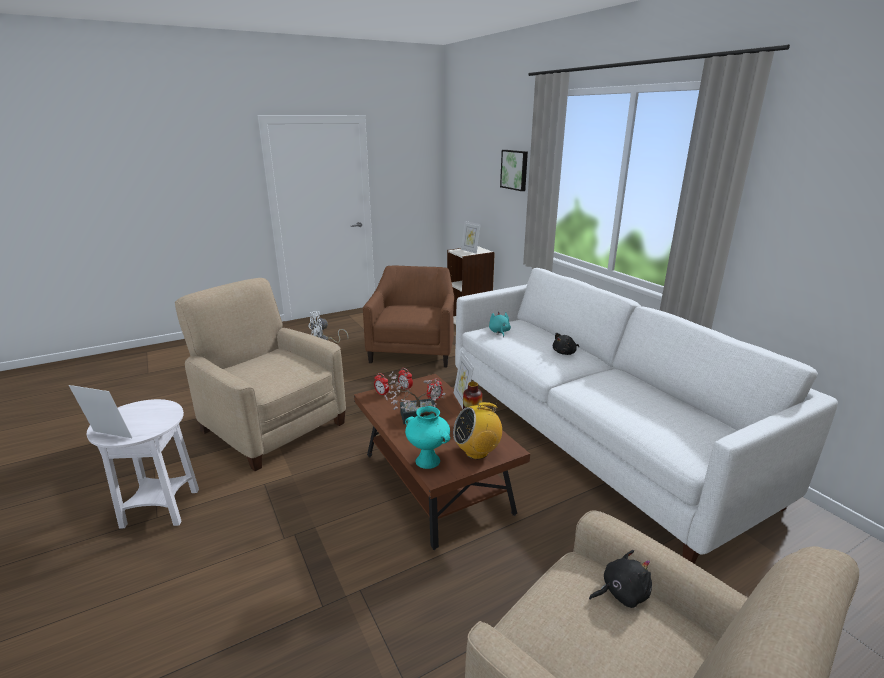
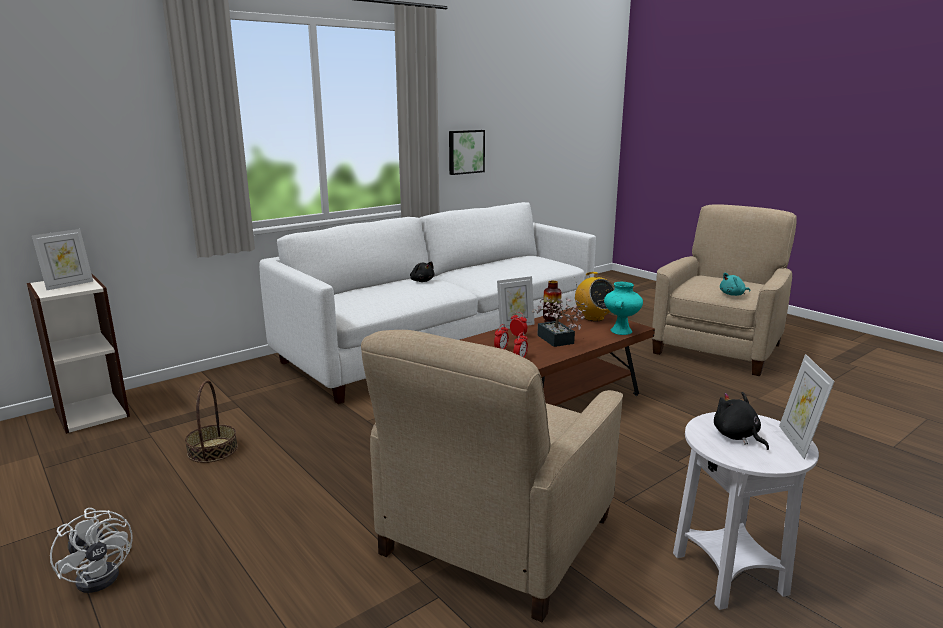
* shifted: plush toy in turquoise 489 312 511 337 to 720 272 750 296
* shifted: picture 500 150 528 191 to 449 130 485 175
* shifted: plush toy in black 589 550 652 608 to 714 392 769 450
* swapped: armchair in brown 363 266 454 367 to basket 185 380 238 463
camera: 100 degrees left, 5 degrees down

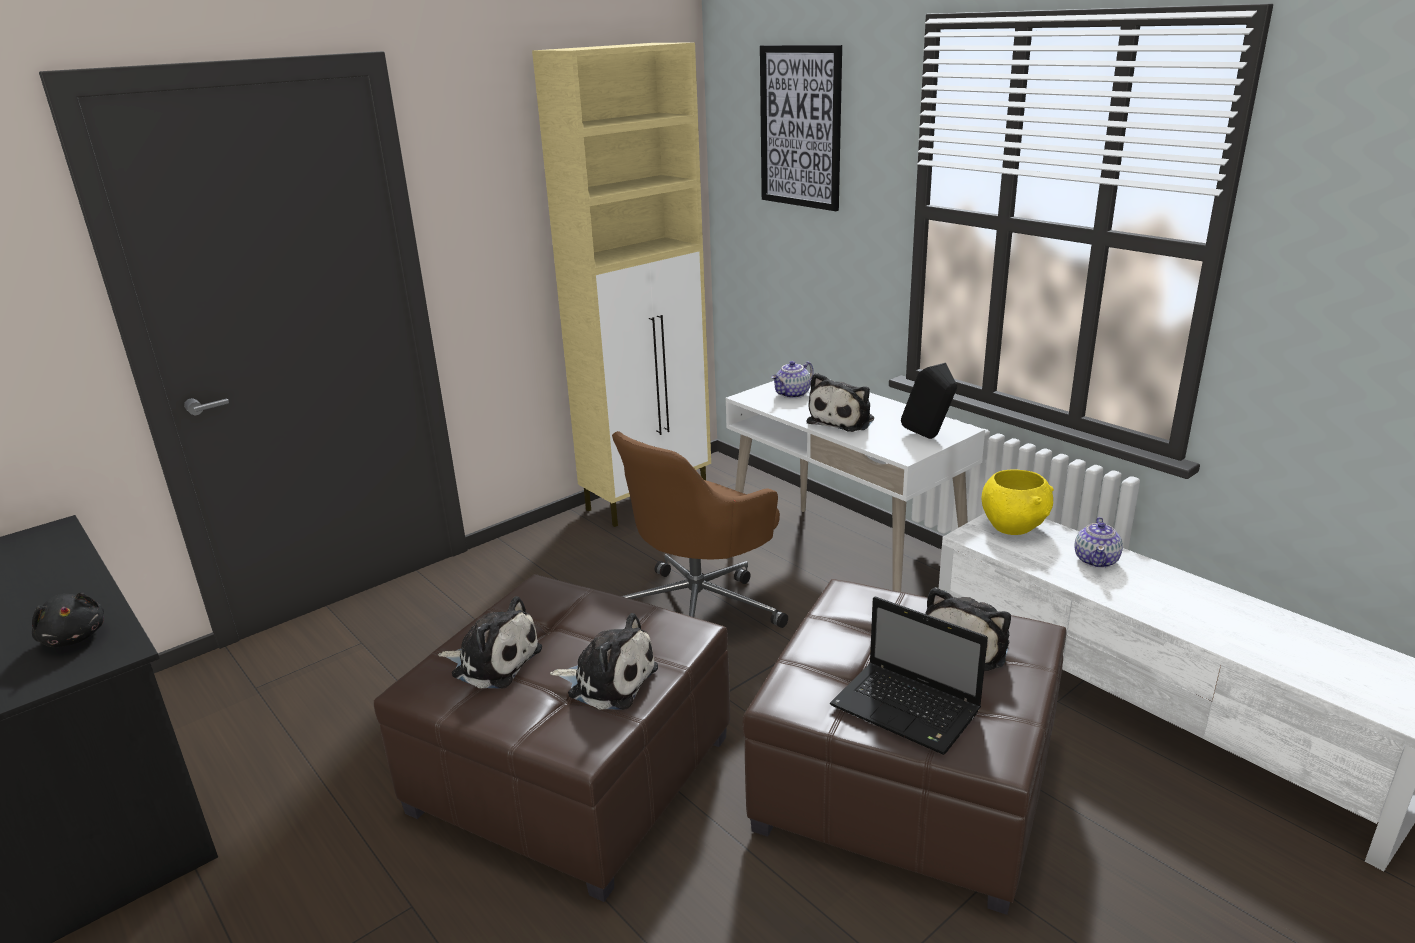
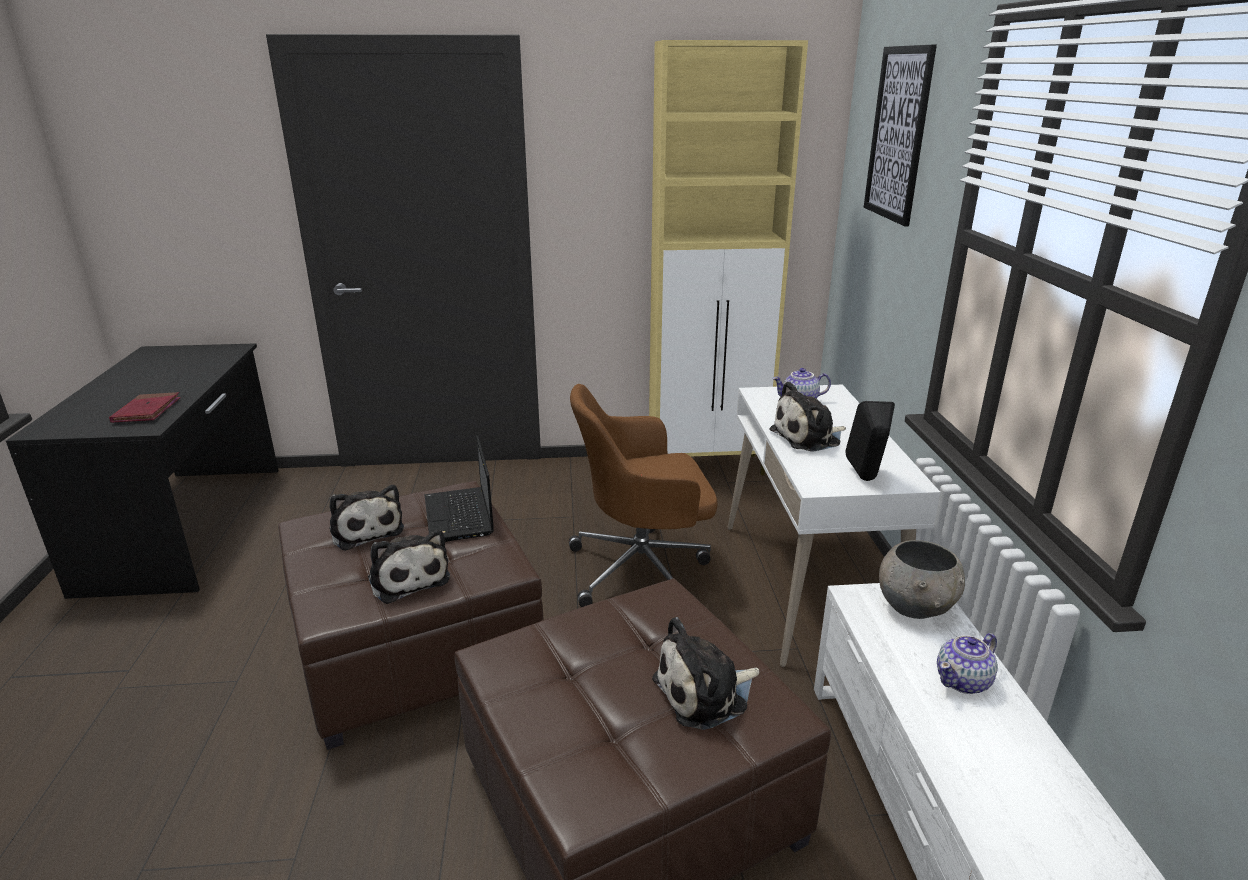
* shifted: laptop 830 596 988 755 to 424 436 494 542
* swapped: plush toy in black 32 592 104 647 to book in red 109 392 181 423
* repainted: bowl in yellow 981 469 1054 535 to bowl in grey 879 540 965 619
camera: 35 degrees right, 0 degrees up

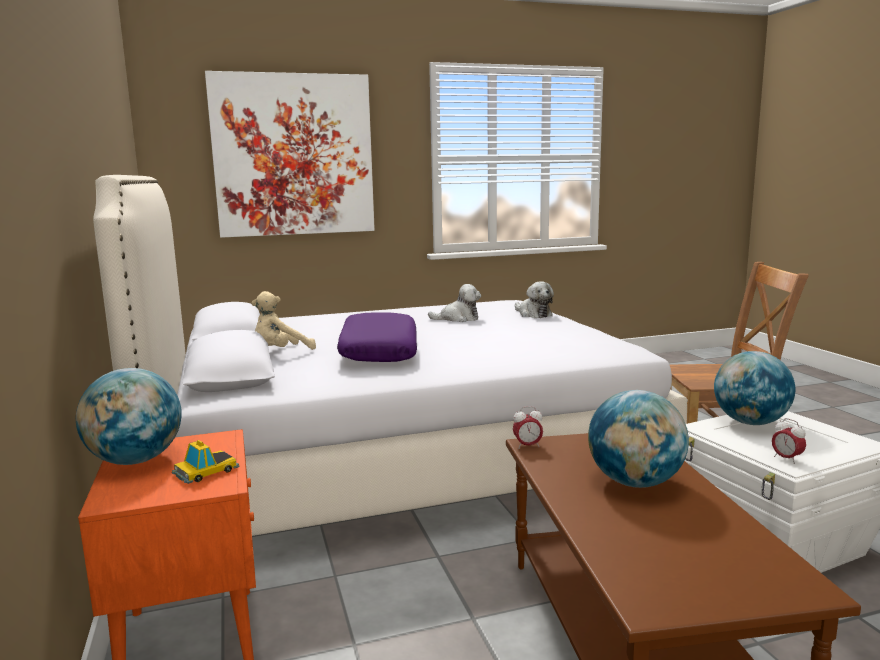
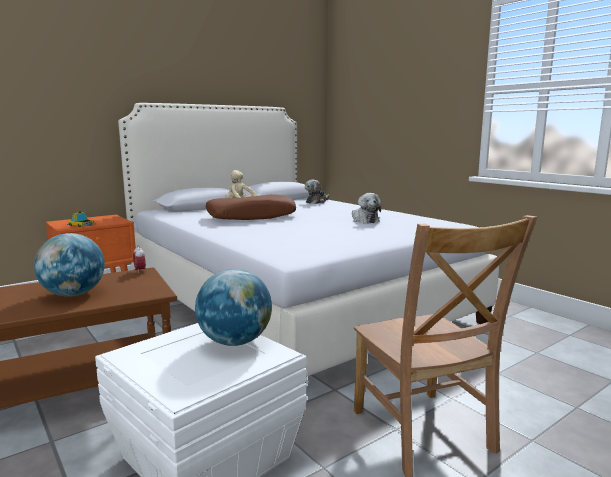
* gone: globe 76 368 182 465
* gone: picture 205 71 375 238
* gone: alarm clock 772 418 806 464
* shifted: plush toy 515 282 554 318 to 305 180 329 204
* repainted: pillow in purple 337 312 417 362 to pillow in brown 206 194 296 220
camera: 70 degrees right, 0 degrees up

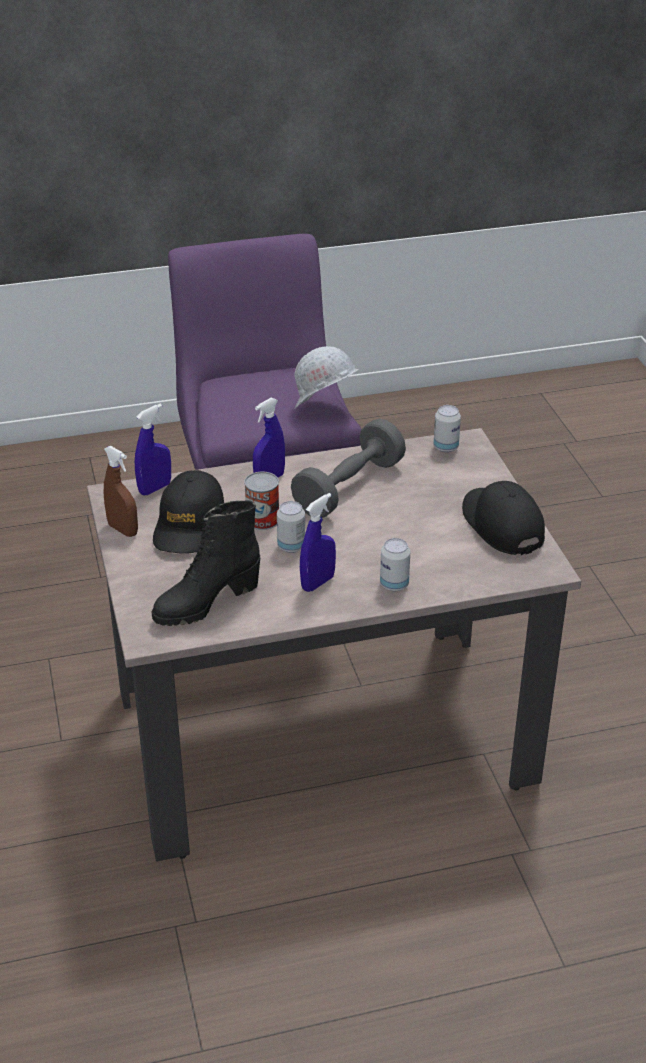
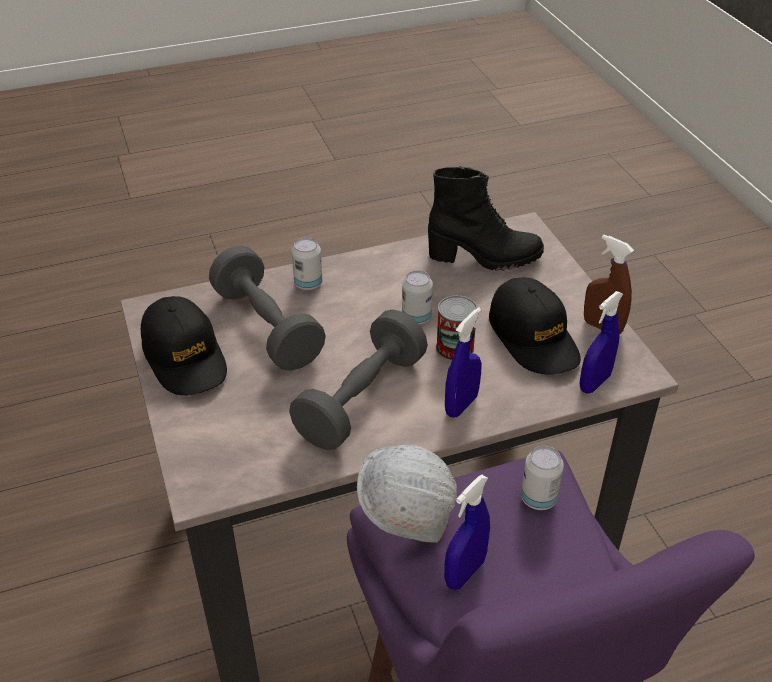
* new: dumbbell in grey 209 246 326 371
* shifted: spray bottle in blue 300 493 336 592 to 444 475 490 590
* shifted: can 433 405 461 453 to 521 446 564 510
* rotated: boot in black 152 501 260 626 = 428 166 544 271 45 degrees clockwise
* rotated: cap in black 153 470 224 554 = 489 278 581 375 150 degrees clockwise
camera: 175 degrees right, 5 degrees up

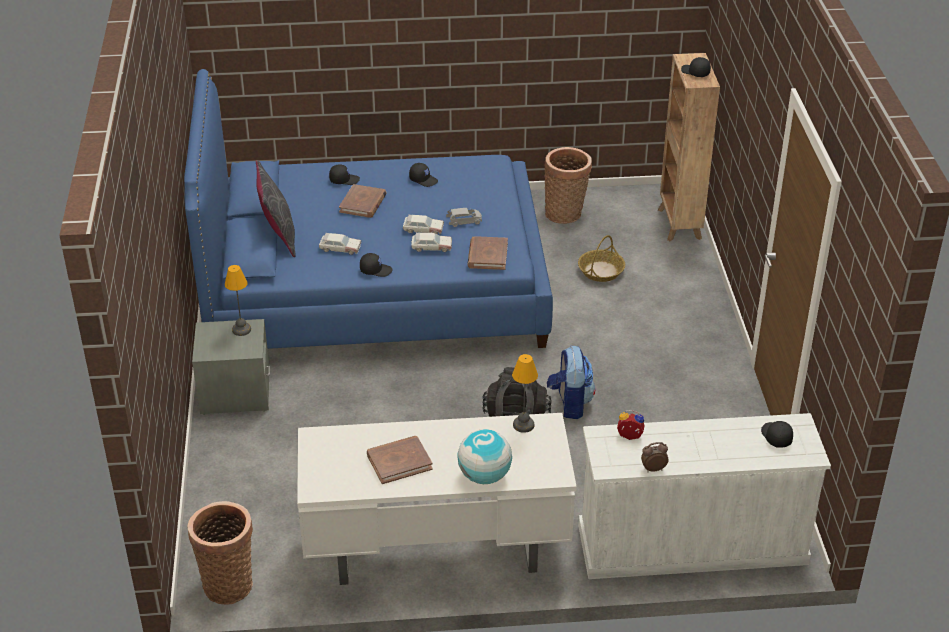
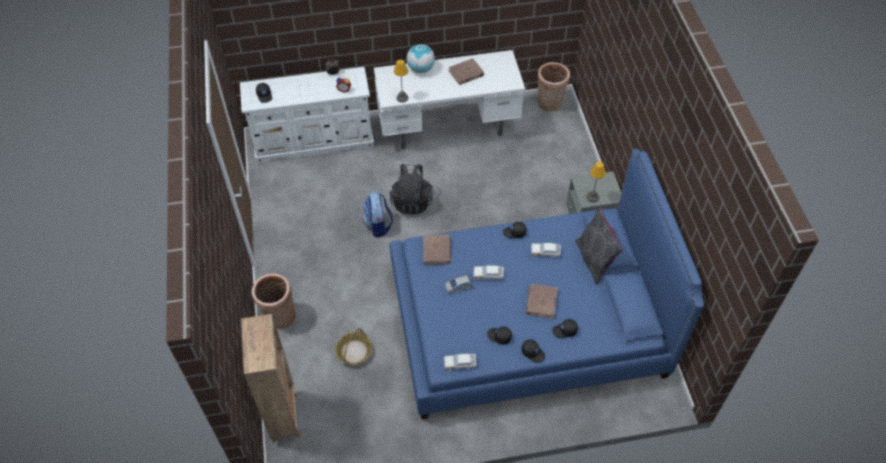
* shifted: toy car 411 233 452 252 to 444 353 477 371
* shifted: basket 544 147 592 224 to 252 273 296 329
* shifted: cap in black 681 57 711 77 to 521 339 545 363
camera: 175 degrees right, 15 degrees up

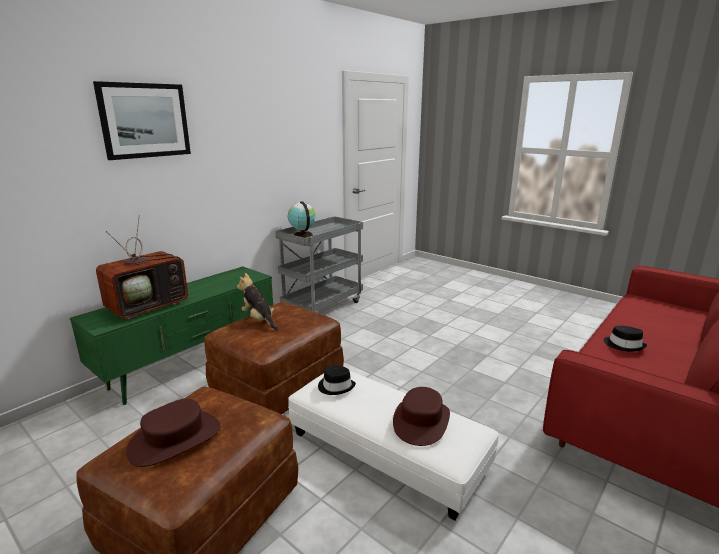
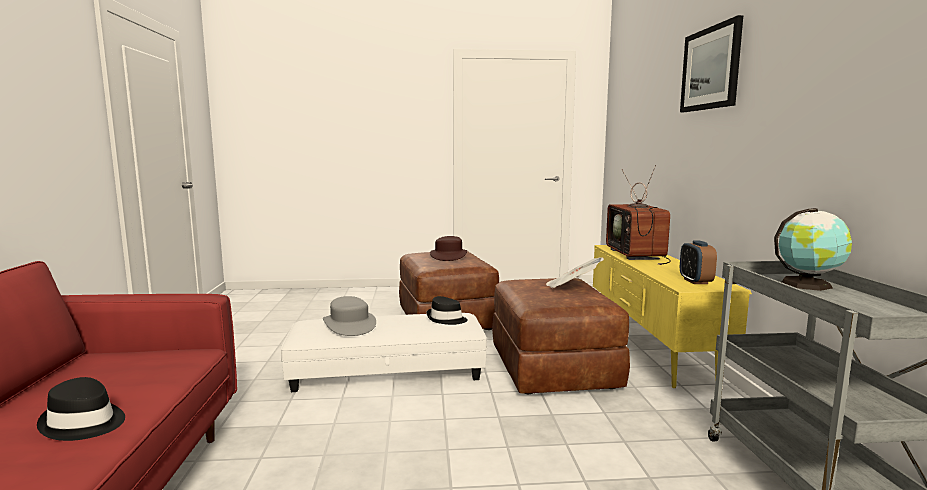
* new: alarm clock 680 240 717 284
* swapped: plush toy 237 273 279 330 to newspaper 546 257 604 288
* repainted: tv stand in green 70 266 273 405 to tv stand in yellow 593 245 752 388
* repainted: hat in brown 393 387 450 446 to hat in grey 323 296 376 336
camera: 135 degrees right, 10 degrees down

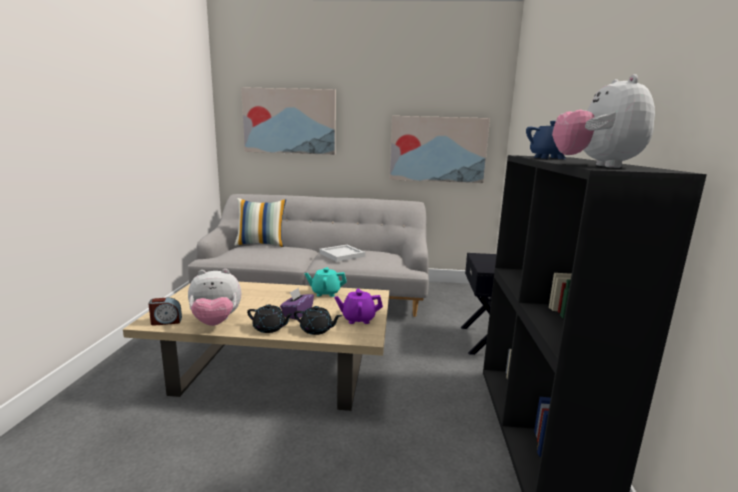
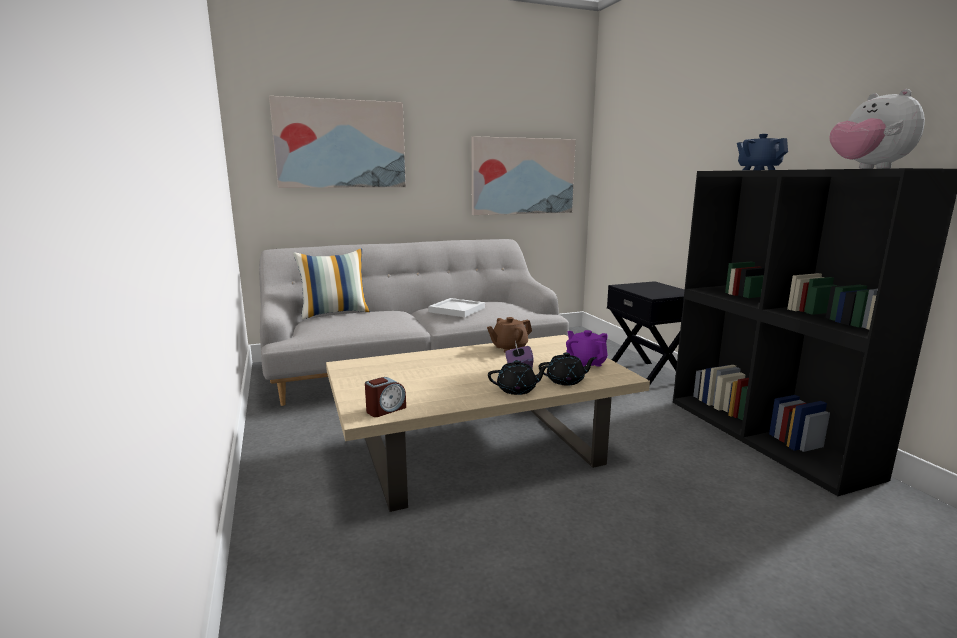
* gone: plush toy 188 269 241 326
* repainted: teapot in turquoise 305 267 347 297 to teapot in brown 487 317 532 352
* rotated: teapot in purple 335 288 383 324 = 566 330 608 367 90 degrees clockwise
camera: 25 degrees left, 0 degrees up

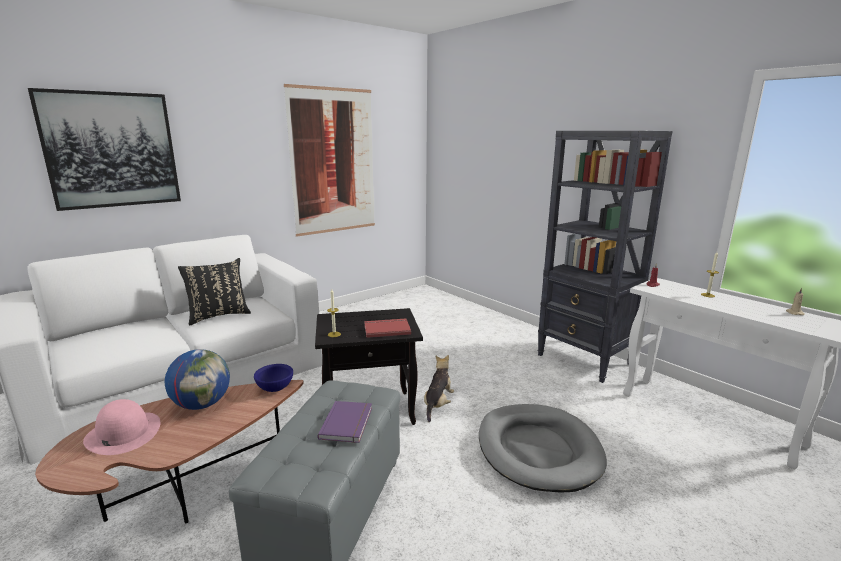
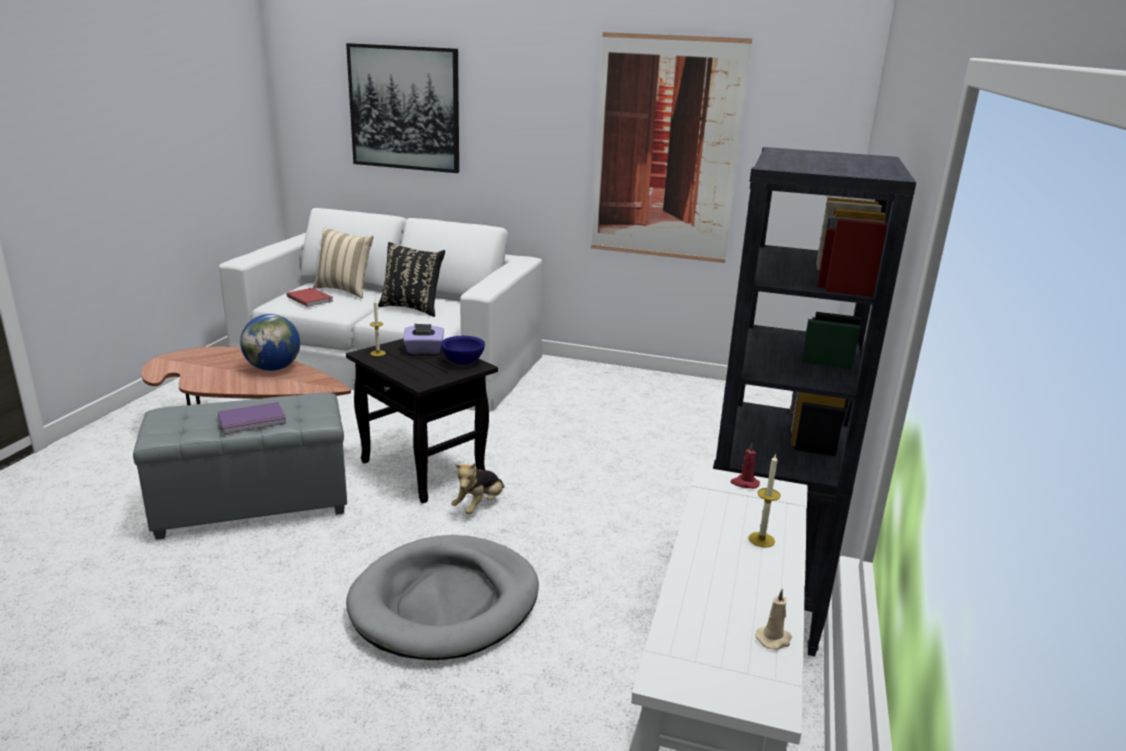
* gone: hat in pink 83 399 160 455
* new: pillow in beige 313 227 374 298
* new: tissue box in purple 403 324 444 354
* shifted: bowl in blue 254 364 293 392 to 441 336 485 364
* shifted: book in red 364 319 411 338 to 287 288 333 307
* rotated: plush toy 424 355 454 423 = 451 463 505 514 135 degrees clockwise
camera: 55 degrees right, 5 degrees up

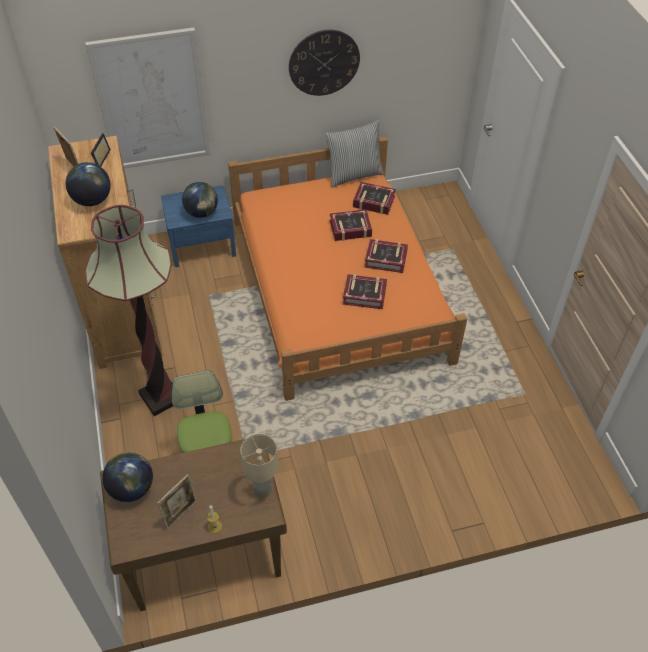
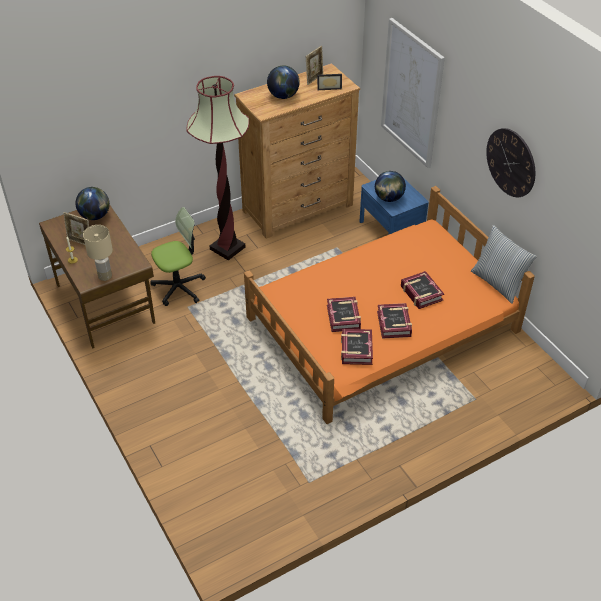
* shifted: book 353 182 396 215 to 341 329 373 365
camera: 75 degrees right, 5 degrees down

